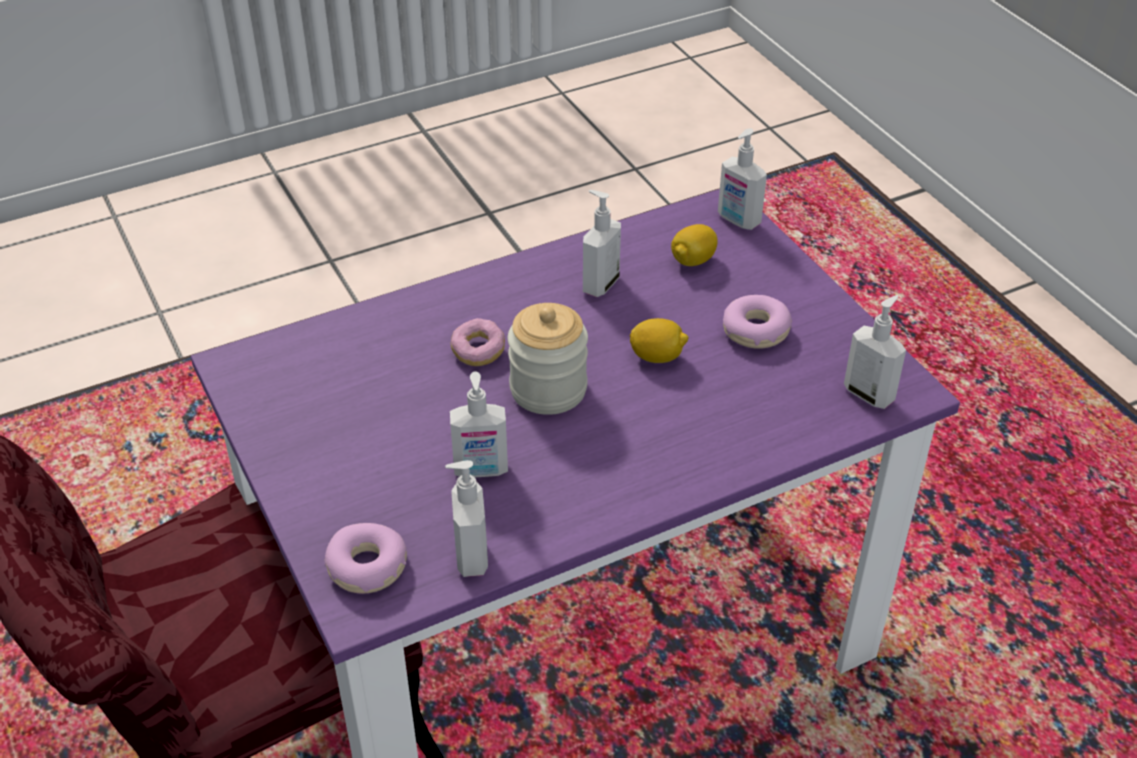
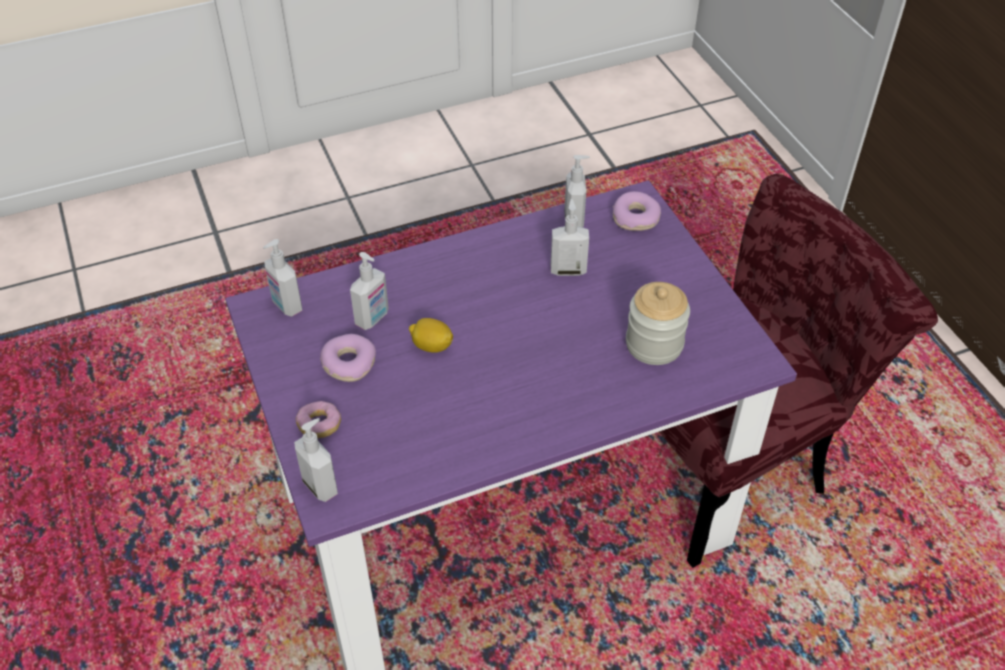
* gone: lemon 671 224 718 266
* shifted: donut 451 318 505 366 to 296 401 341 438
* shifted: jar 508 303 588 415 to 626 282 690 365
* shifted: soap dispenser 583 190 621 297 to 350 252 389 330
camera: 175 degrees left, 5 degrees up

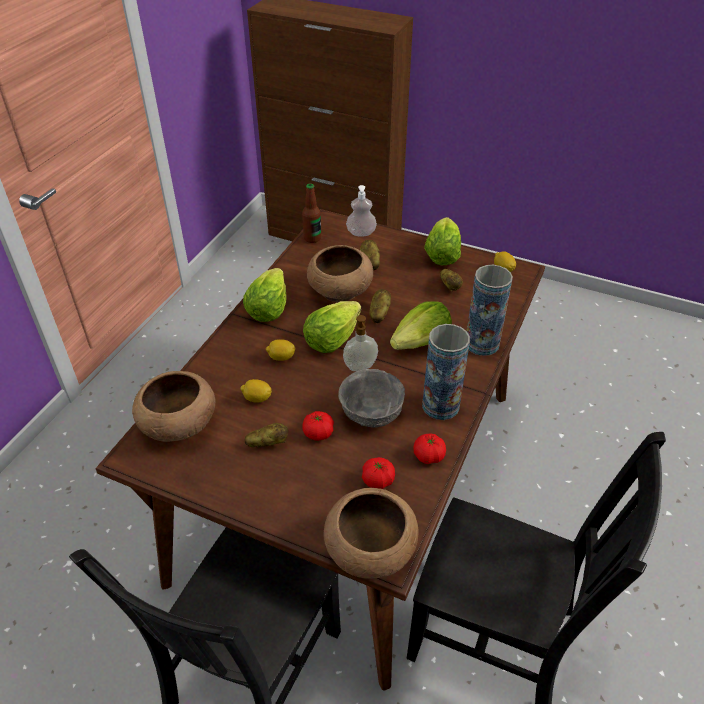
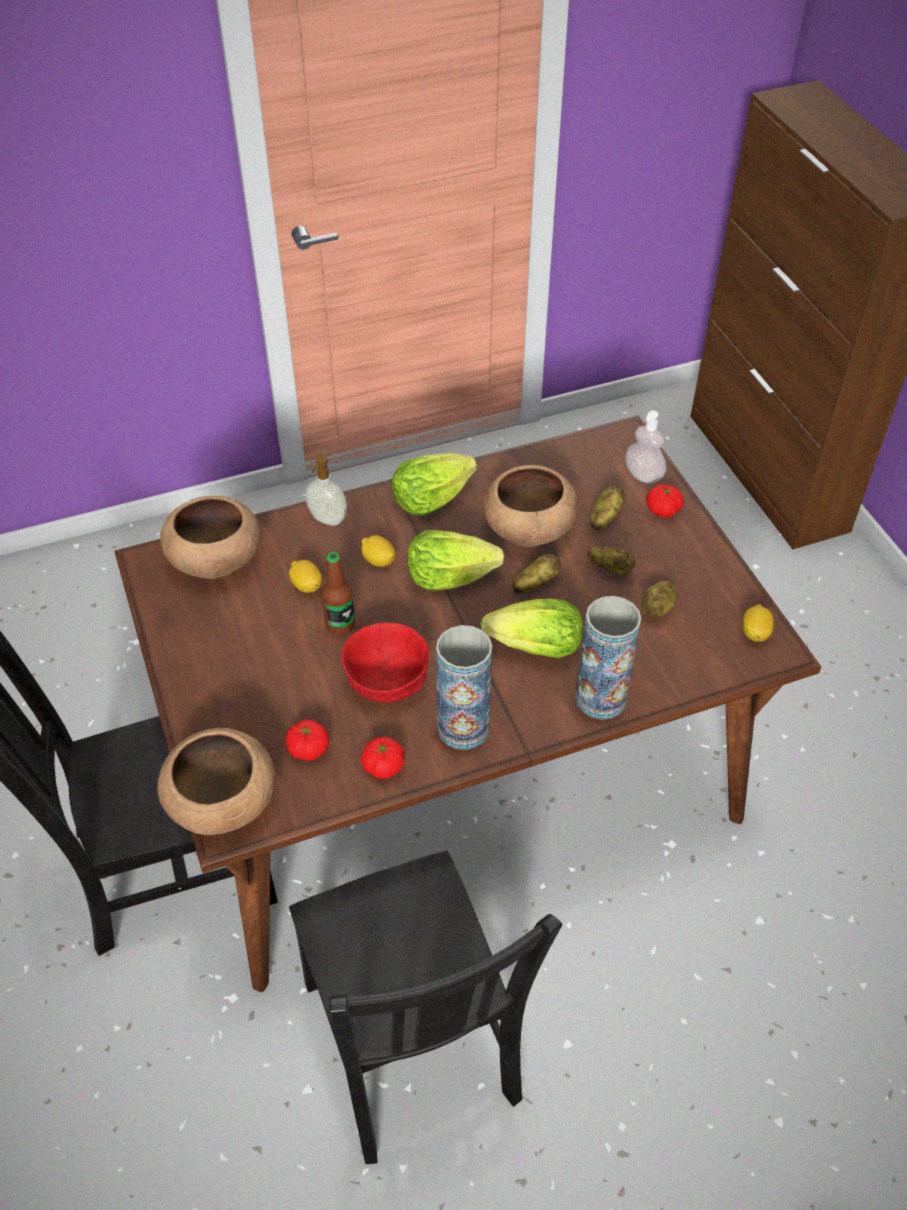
* gone: lettuce 424 217 461 265
* shifted: potato 245 423 288 447 to 588 546 635 576
* shifted: bottle 302 184 321 243 to 322 552 355 635
* shifted: tomato 302 411 334 441 to 646 484 684 517
* shifted: soap dispenser 343 315 378 371 to 305 454 347 526
* repainted: bowl in grey 338 369 405 428 to bowl in red 341 622 430 703
camera: 45 degrees right, 5 degrees up

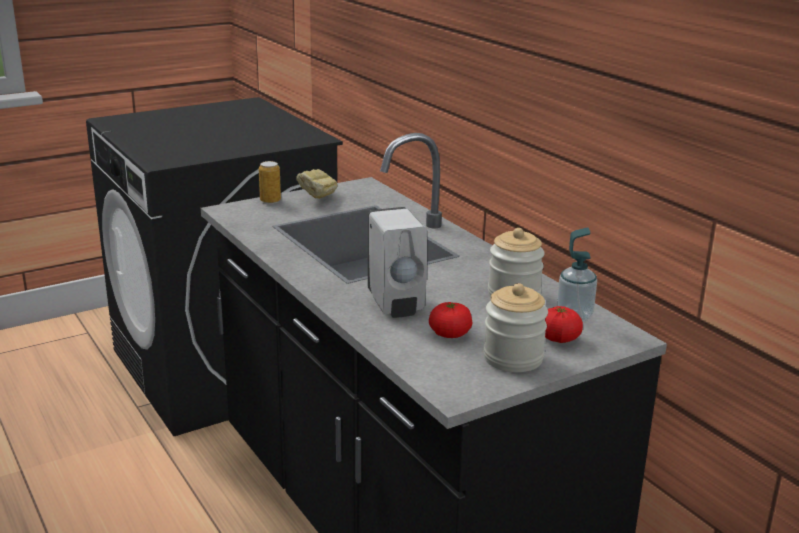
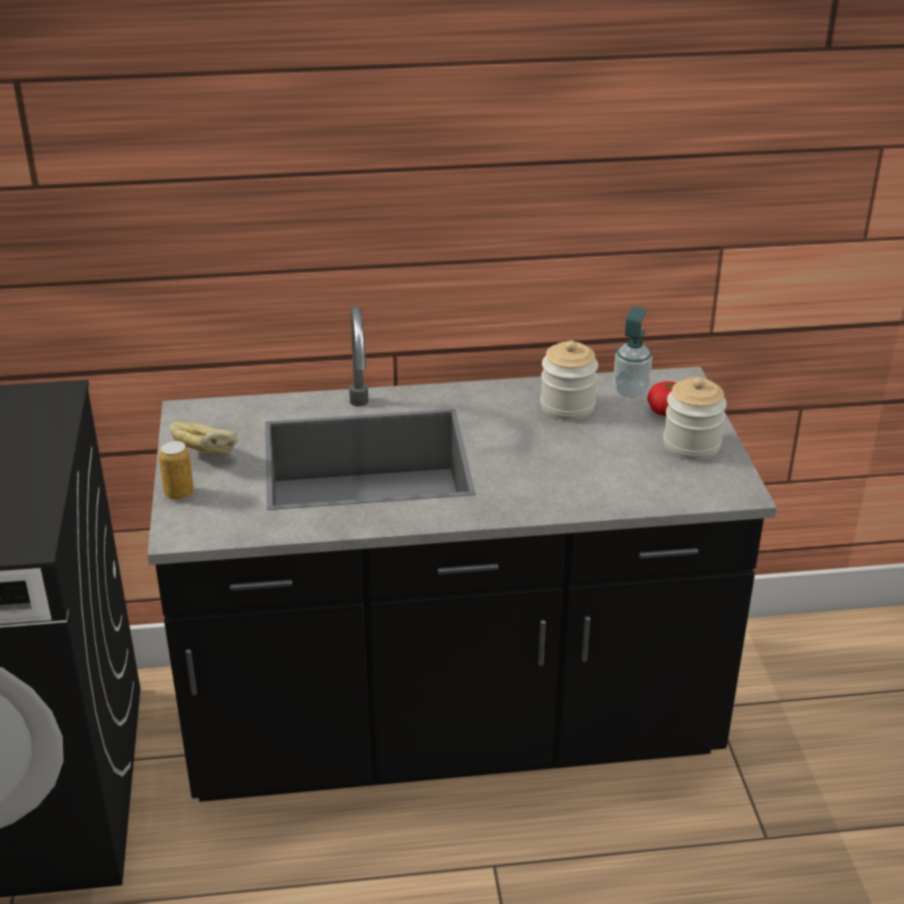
* gone: soap dispenser in white 368 207 427 318
* gone: tomato 429 302 472 338
camera: 65 degrees left, 10 degrees up

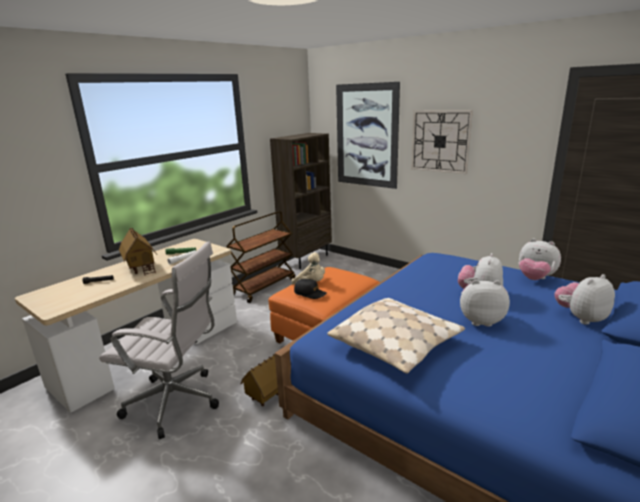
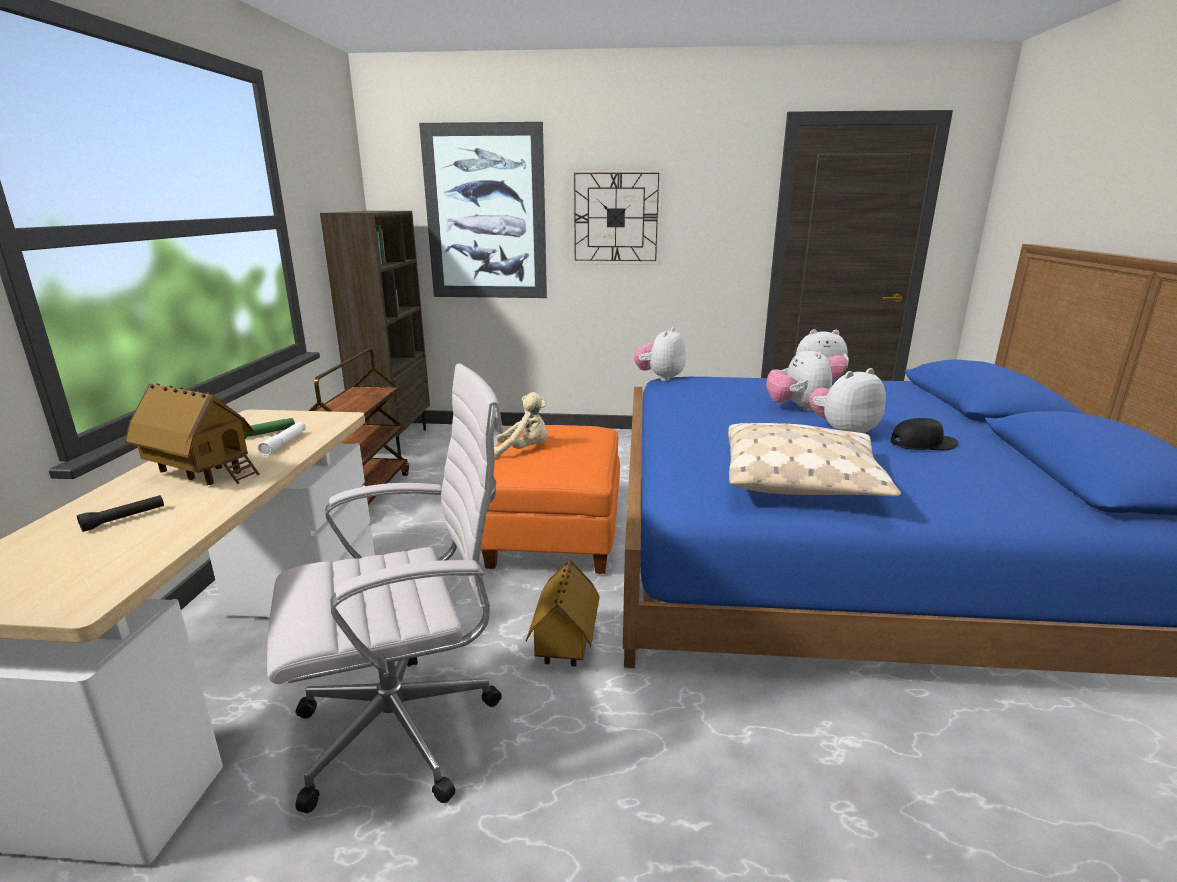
* shifted: cap in black 294 279 327 299 to 890 418 958 451
* shifted: plush toy 554 274 615 325 to 634 327 686 381
camera: 35 degrees left, 0 degrees up

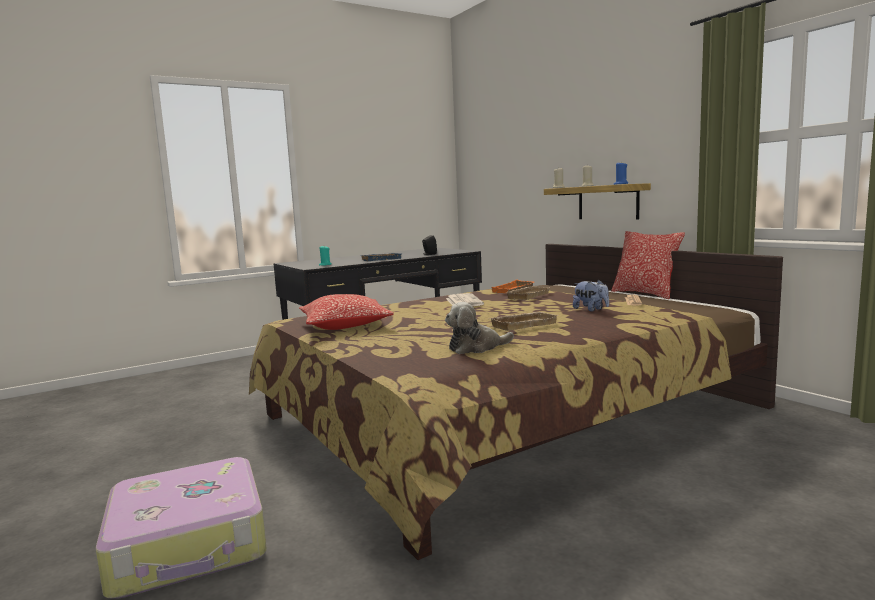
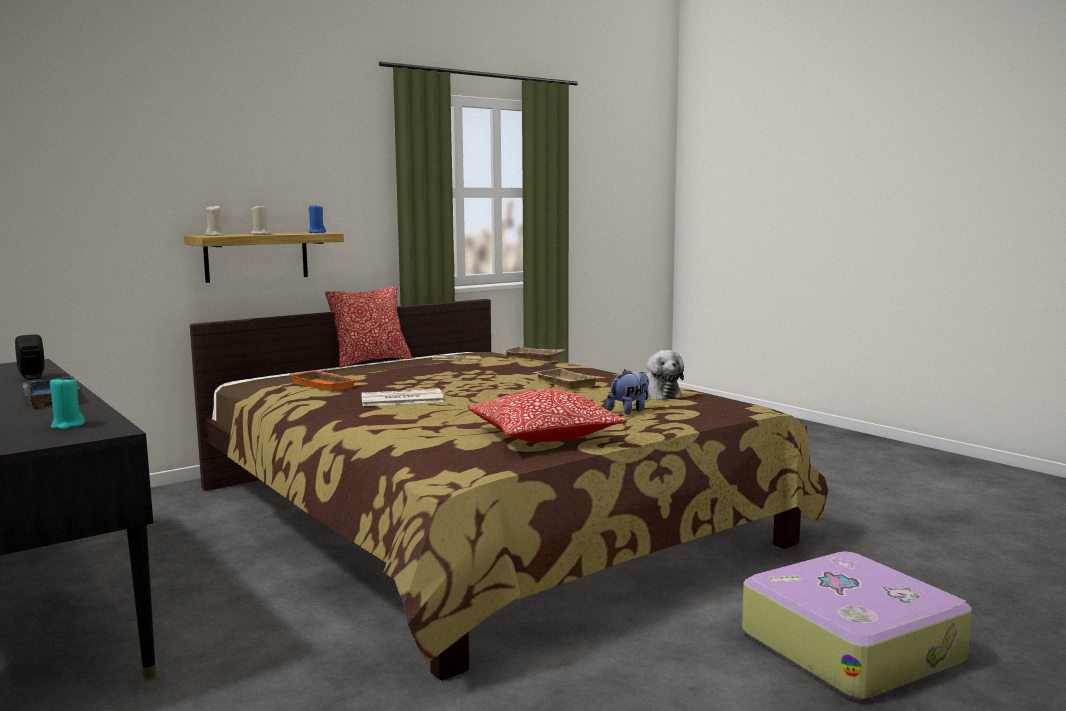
* shifted: tray in beige 504 287 550 300 to 504 346 565 361
* shifted: plush toy 573 280 609 312 to 606 370 649 414
camera: 95 degrees left, 0 degrees up

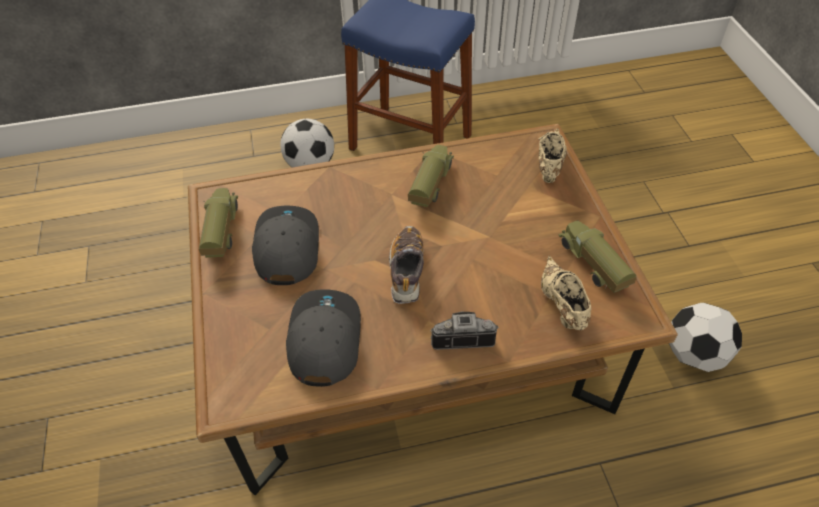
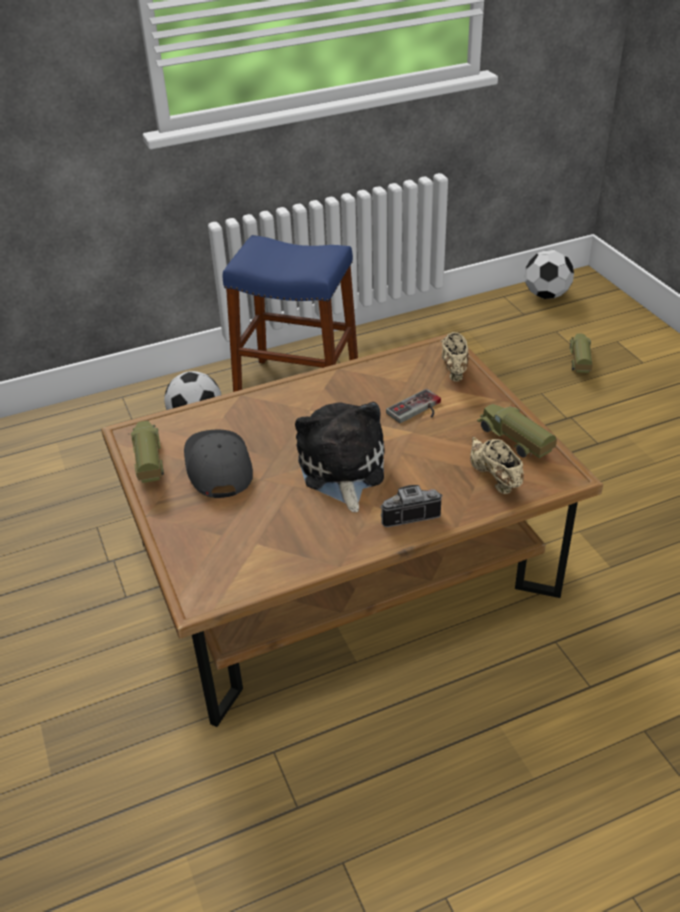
* gone: cap in grey 286 289 361 387
* new: game controller 386 389 441 423
* shifted: toy truck 408 145 454 207 to 570 333 593 373
* shifted: football 669 303 742 372 to 525 250 574 299
* swapped: shoe 389 226 424 304 to plush toy 295 402 385 512
camera: 10 degrees left, 10 degrees down

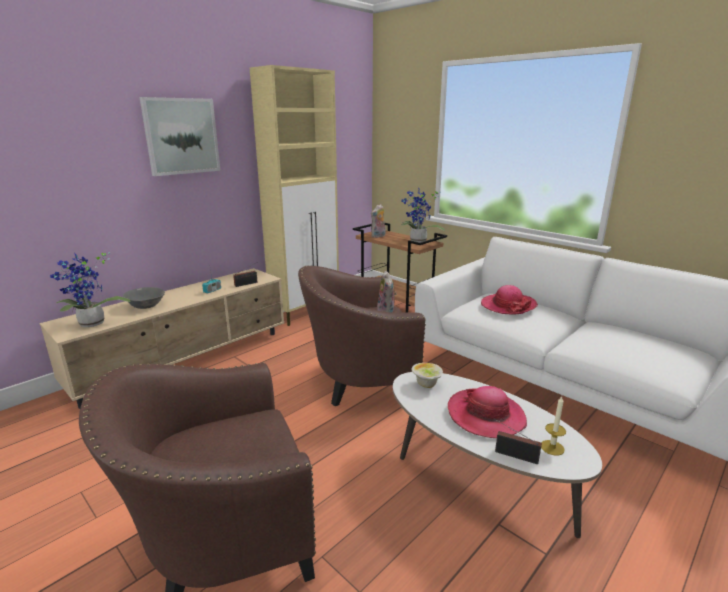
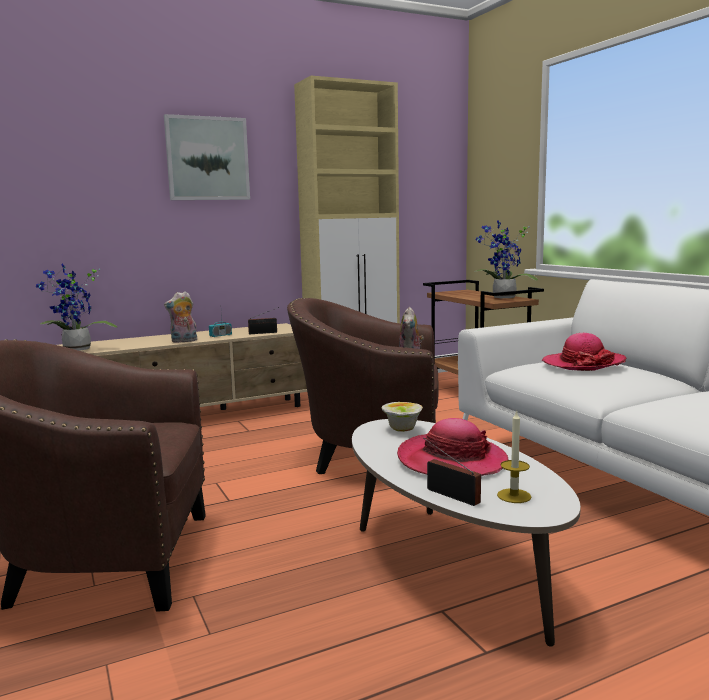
* gone: bowl in grey 123 287 165 309
* shifted: plush toy 371 204 386 238 to 164 291 198 343
camera: 20 degrees right, 10 degrees down

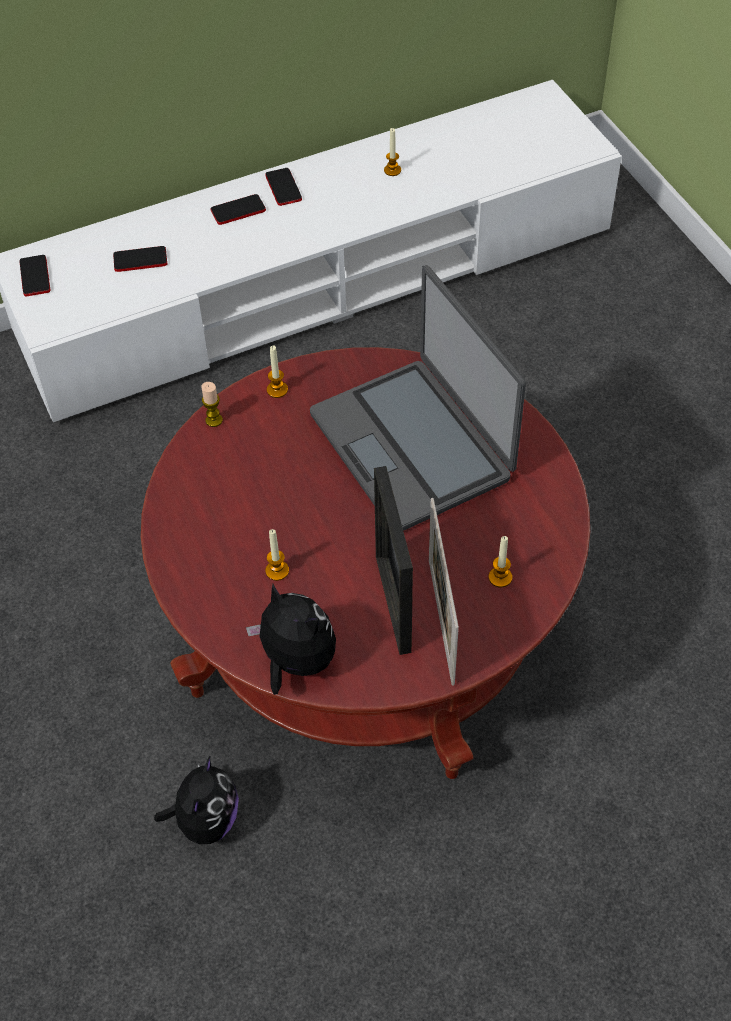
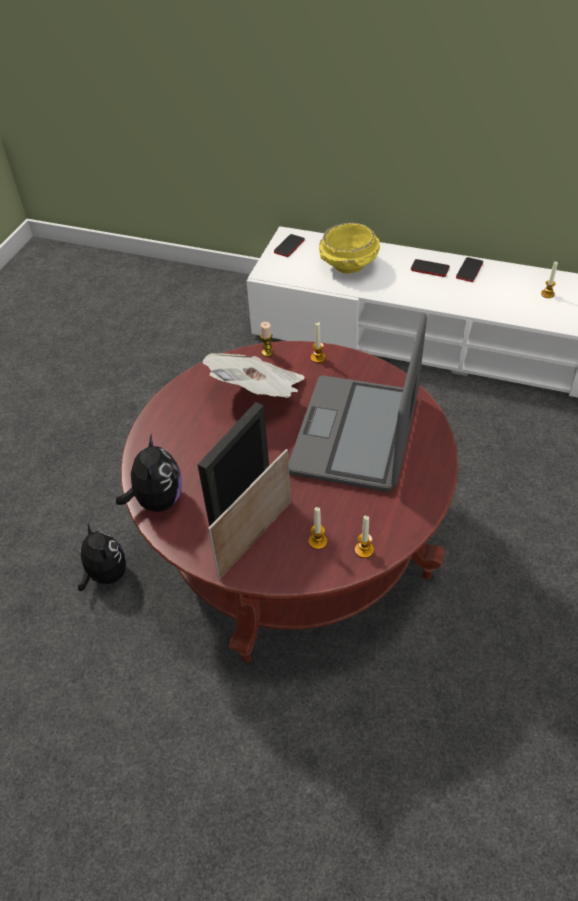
* new: newspaper 203 353 305 398
* shifted: candle 265 529 289 581 to 355 515 374 558
* swapped: phone 113 246 167 272 to bowl in yellow 319 223 380 274
* rotated: plush toy 154 755 239 844 = 78 523 126 591 90 degrees counterclockwise
camera: 45 degrees right, 5 degrees down

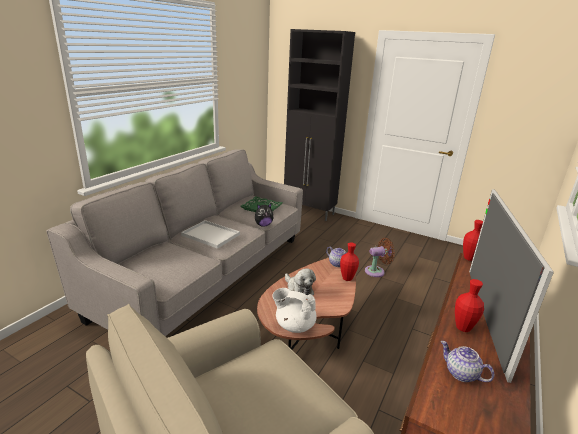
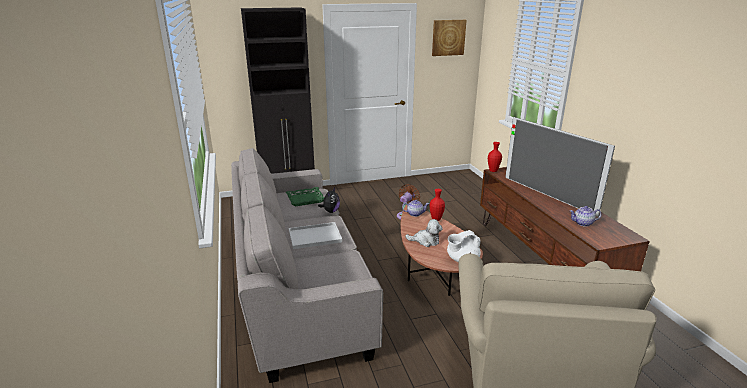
* gone: vase in red 455 279 484 332
* new: picture 432 20 467 56
camera: 45 degrees left, 0 degrees up

